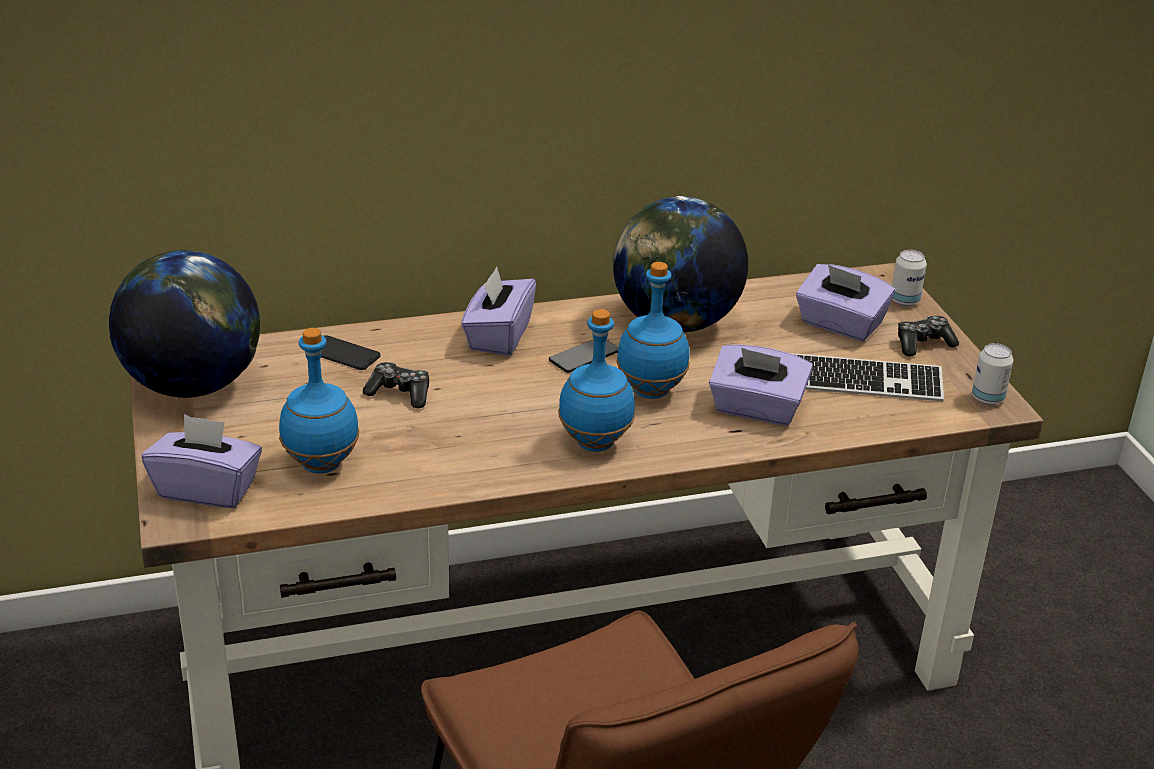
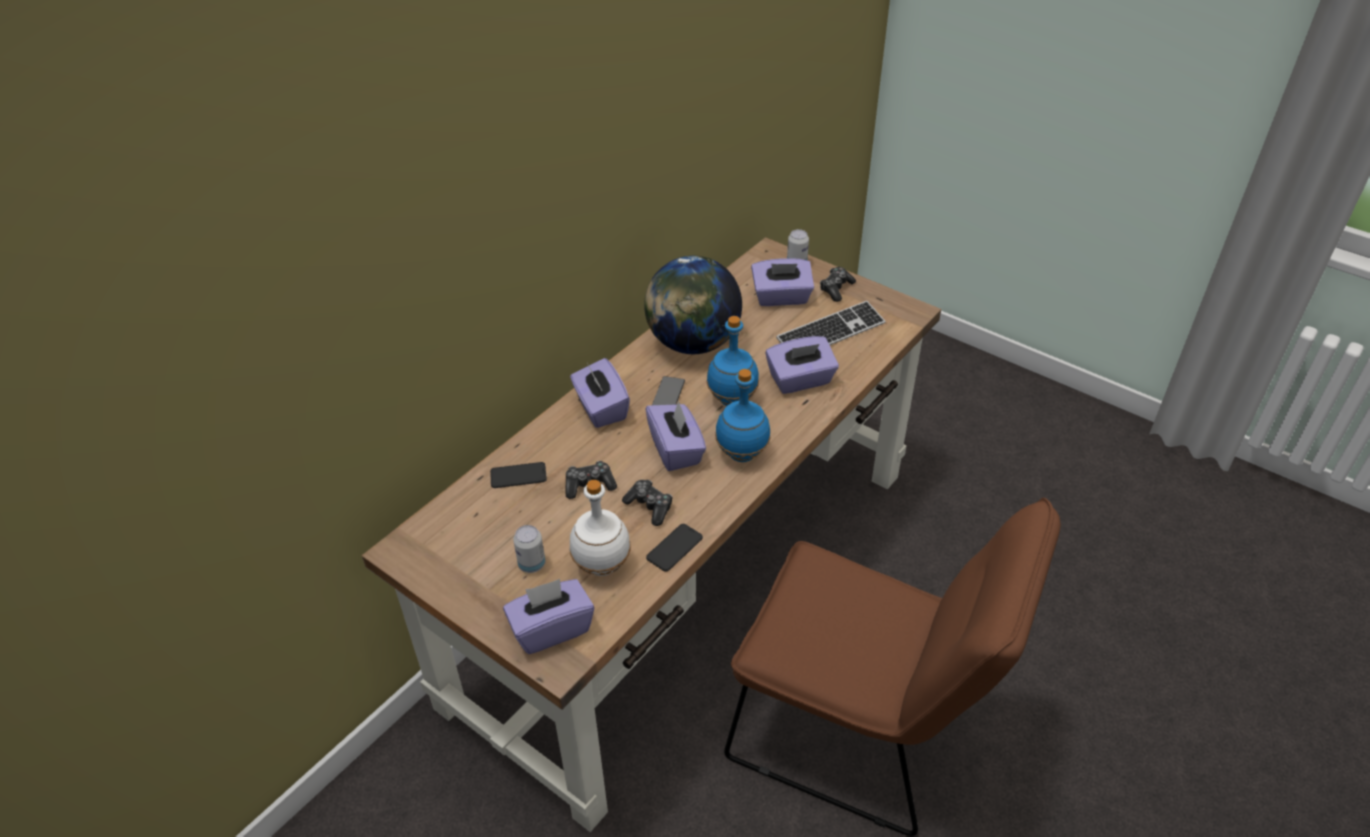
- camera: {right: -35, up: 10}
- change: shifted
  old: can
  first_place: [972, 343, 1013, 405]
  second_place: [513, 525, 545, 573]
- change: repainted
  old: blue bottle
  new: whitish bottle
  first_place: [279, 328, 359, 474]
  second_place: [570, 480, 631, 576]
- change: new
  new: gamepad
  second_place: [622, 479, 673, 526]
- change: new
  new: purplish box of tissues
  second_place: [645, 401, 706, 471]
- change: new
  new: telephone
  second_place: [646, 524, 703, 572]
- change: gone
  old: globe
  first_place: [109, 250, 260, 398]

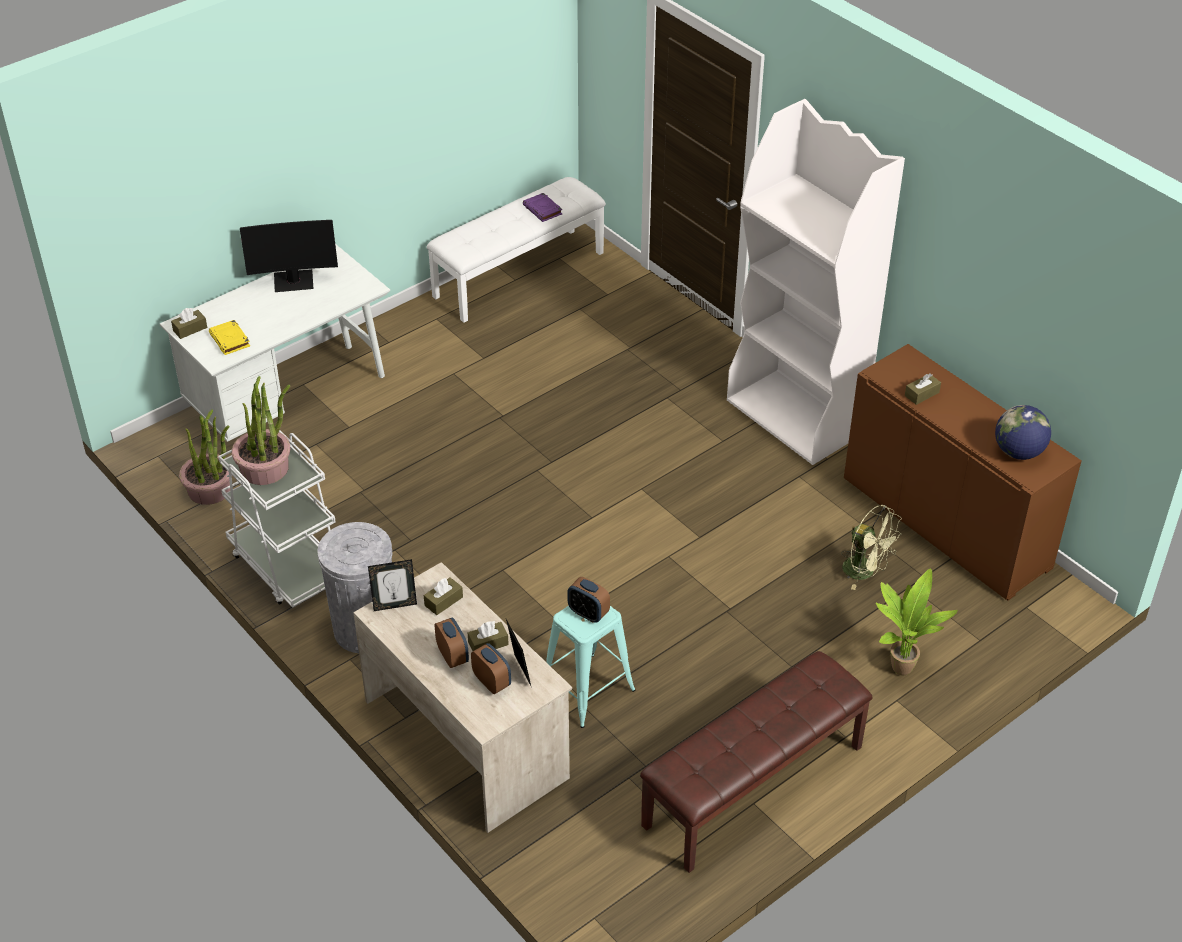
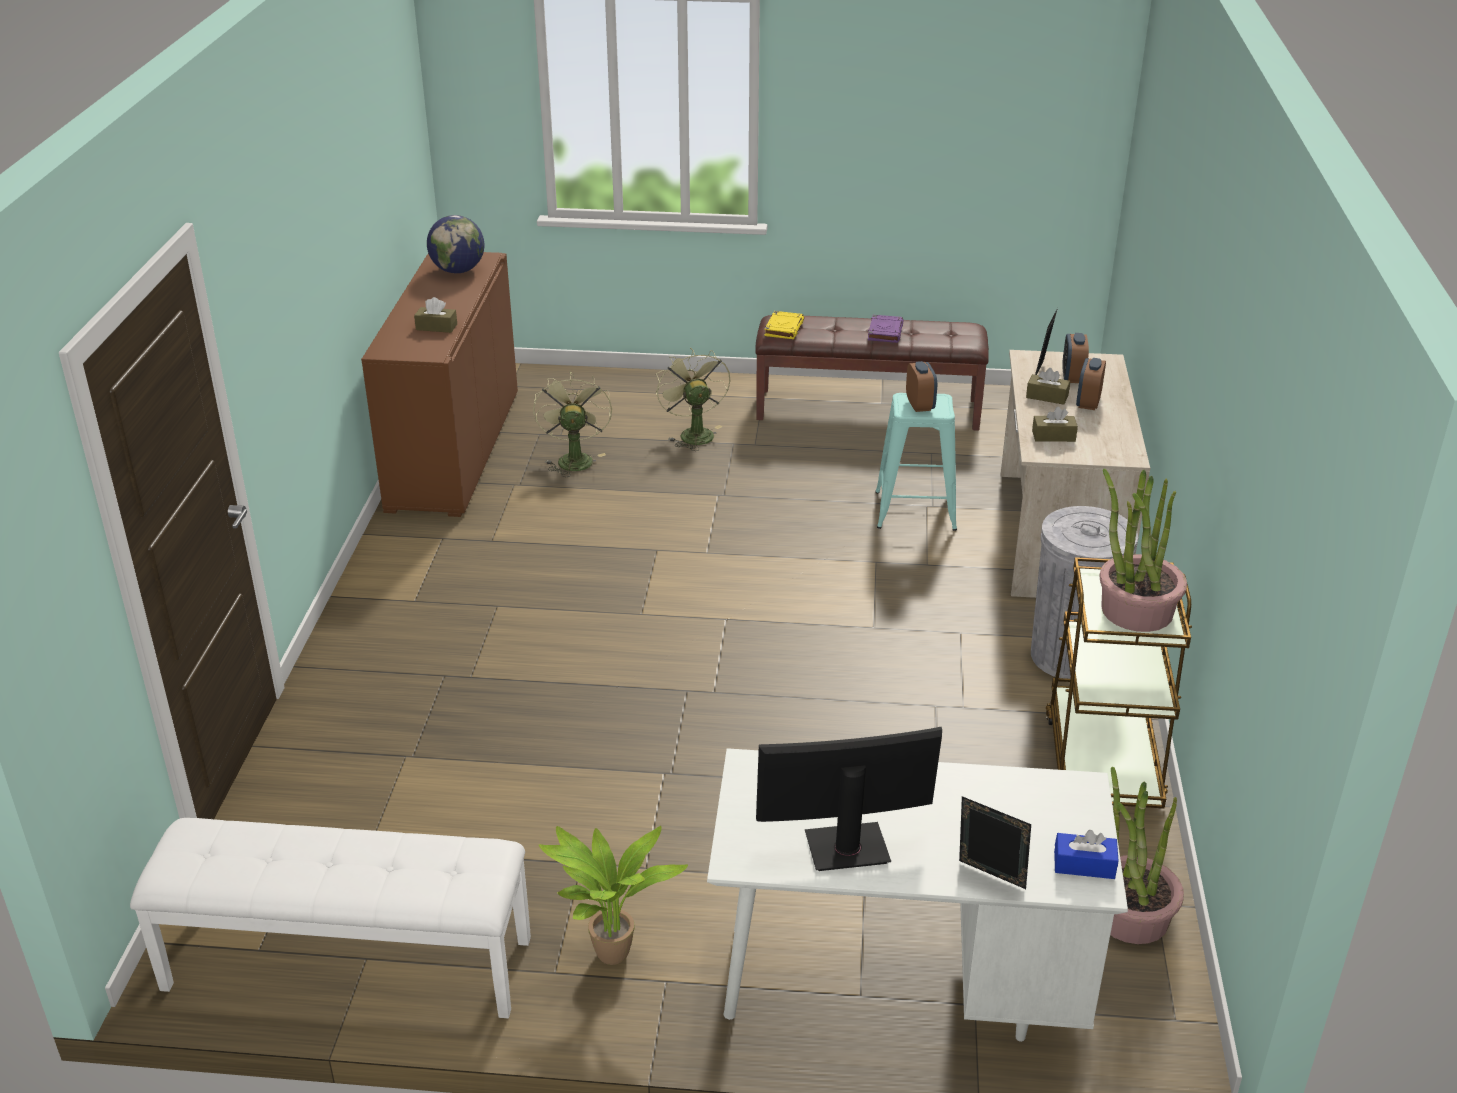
- camera: {right: -135, up: -10}
- change: shifted
  old: houseplant
  first_place: [876, 568, 958, 675]
  second_place: [539, 826, 688, 965]
- change: new
  new: green-coloured electric fan
  second_place: [656, 348, 730, 451]
- change: rotated
  old: monitor
  first_place: [240, 220, 338, 292]
  second_place: [756, 727, 942, 871]
  degrees: -45
- change: shifted
  old: yellow-coloured bound book
  first_place: [209, 320, 250, 355]
  second_place: [764, 311, 804, 339]
- change: shifted
  old: purplish bound book
  first_place: [523, 193, 562, 222]
  second_place: [868, 315, 904, 343]
- change: shifted
  old: standing frame
  first_place: [368, 559, 417, 611]
  second_place: [959, 796, 1031, 889]
- change: repainted
  old: whitish trolley
  new: brownish trolley
  first_place: [218, 430, 336, 608]
  second_place: [1046, 557, 1192, 809]
- change: repainted
  old: brownish box of tissues
  new: blue box of tissues
  first_place: [171, 308, 207, 339]
  second_place: [1054, 830, 1118, 879]
- change: gone
  old: whitish bookcase
  first_place: [727, 99, 905, 465]

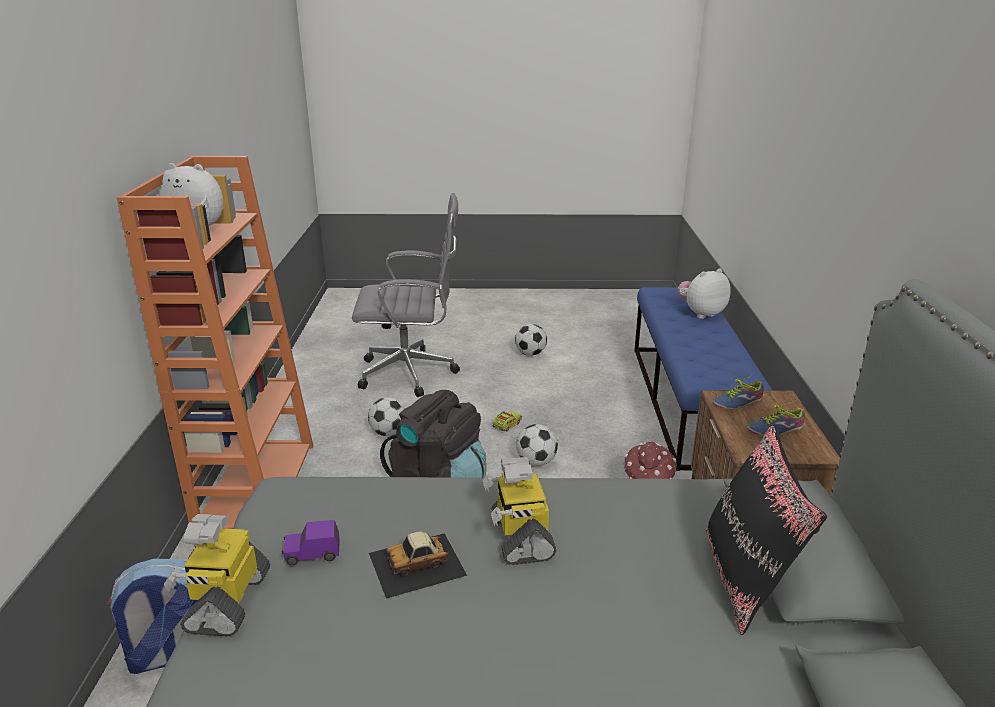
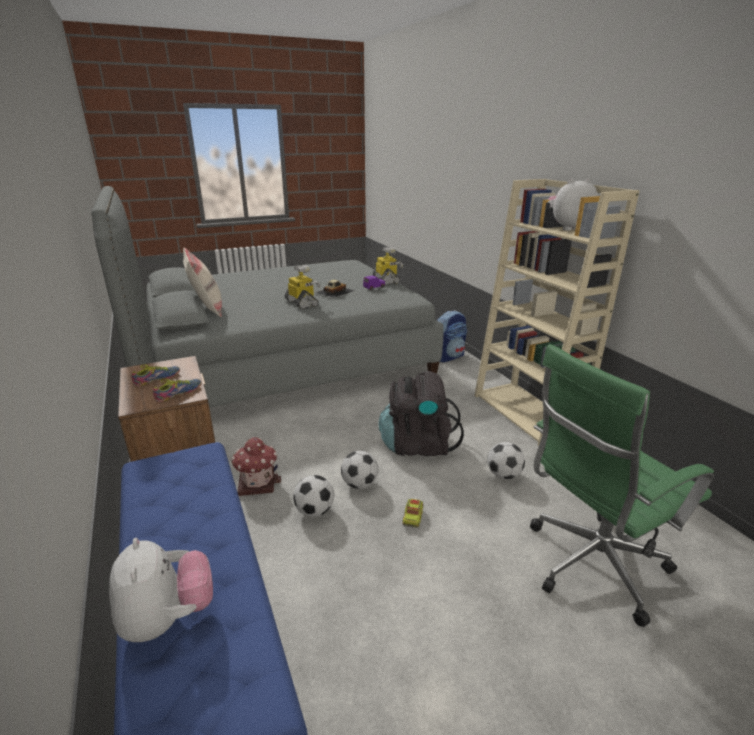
- camera: {right: 155, up: 0}
- change: rotated
  old: plush toy
  first_place: [678, 268, 731, 319]
  second_place: [109, 538, 213, 642]
  degrees: -60
- change: repainted
  old: black pillow
  new: beige-coloured pillow
  first_place: [706, 424, 827, 635]
  second_place: [183, 248, 222, 317]
- change: shifted
  old: football
  first_place: [515, 324, 547, 356]
  second_place: [293, 475, 334, 517]
- change: repainted
  old: orange bookcase
  new: beige-coloured bookcase
  first_place: [117, 156, 313, 529]
  second_place: [475, 179, 640, 446]
- change: repainted
  old: grey computer chair
  new: green-coloured computer chair
  first_place: [352, 193, 460, 397]
  second_place: [530, 344, 714, 627]

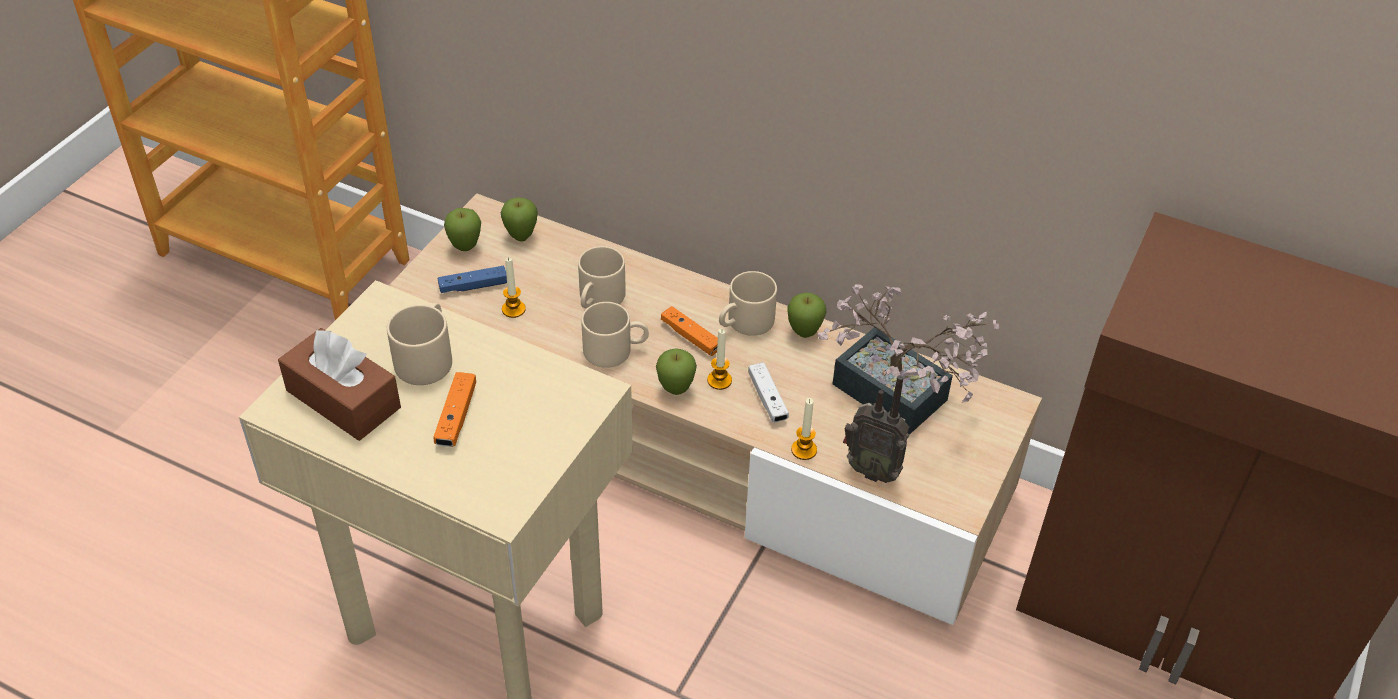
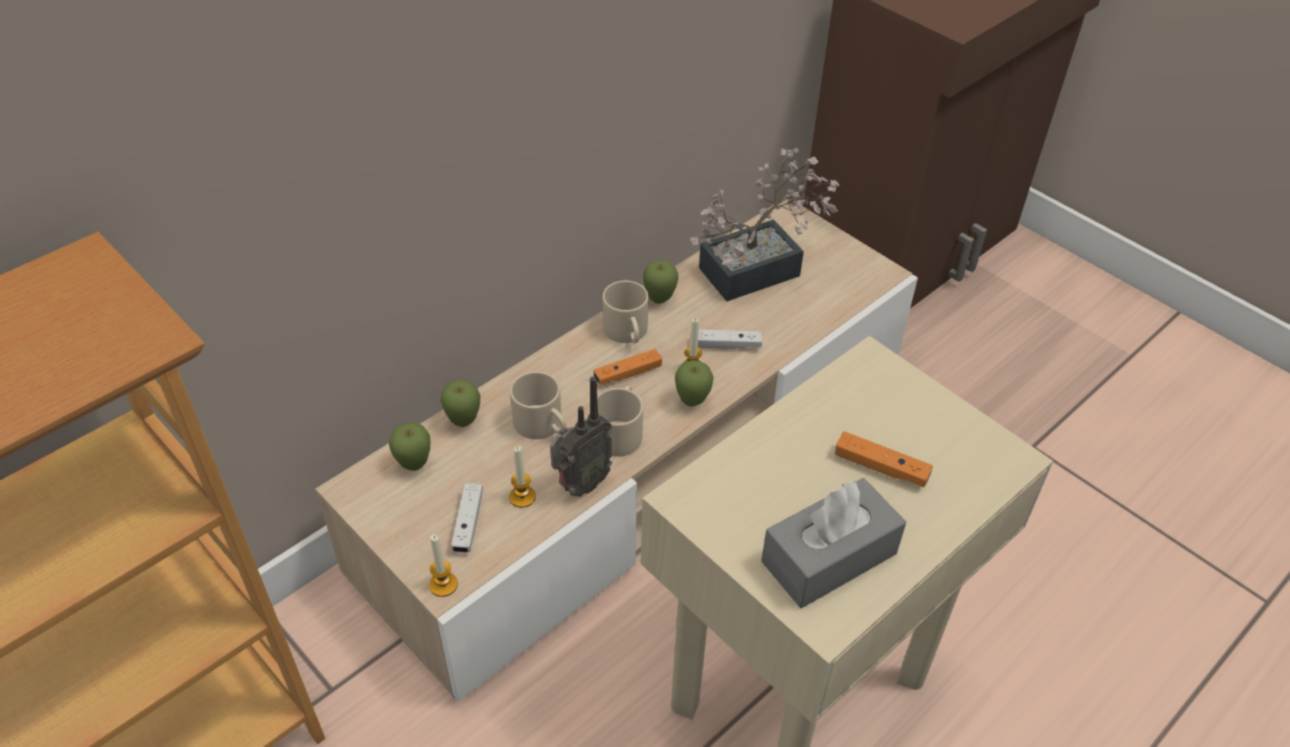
- camera: {right: -70, up: 0}
- change: shifted
  old: wax light
  first_place: [791, 398, 817, 460]
  second_place: [429, 534, 458, 597]
- change: shifted
  old: apple fruit
  first_place: [444, 208, 481, 251]
  second_place: [440, 380, 480, 427]
- change: repainted
  old: blue gamepad
  new: whitish gamepad
  first_place: [438, 266, 507, 293]
  second_place: [451, 483, 483, 553]
- change: shifted
  old: radio receiver
  first_place: [843, 375, 909, 483]
  second_place: [550, 377, 612, 497]
- change: repainted
  old: brownish box of tissues
  new: grey box of tissues
  first_place: [278, 328, 401, 441]
  second_place: [761, 478, 906, 608]
- change: gone
  old: beige-coloured tea mug
  first_place: [387, 303, 452, 385]

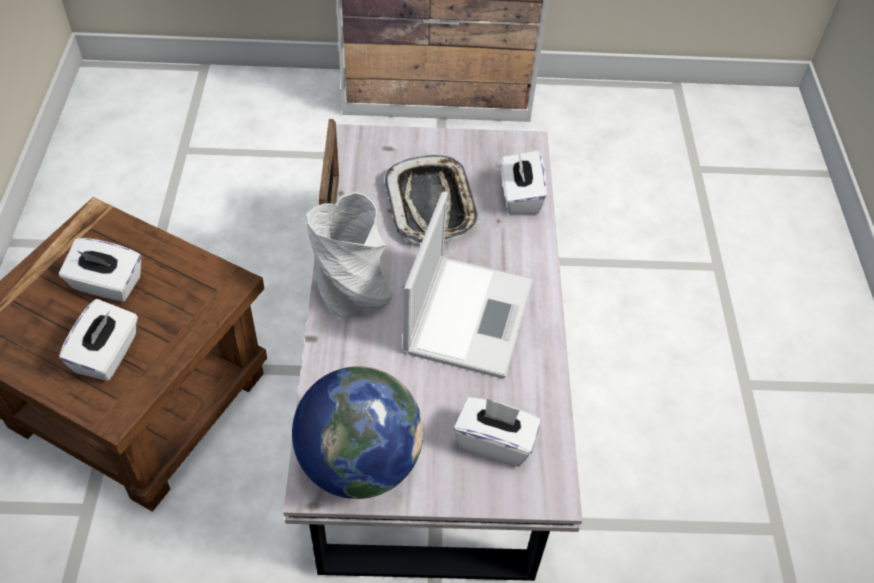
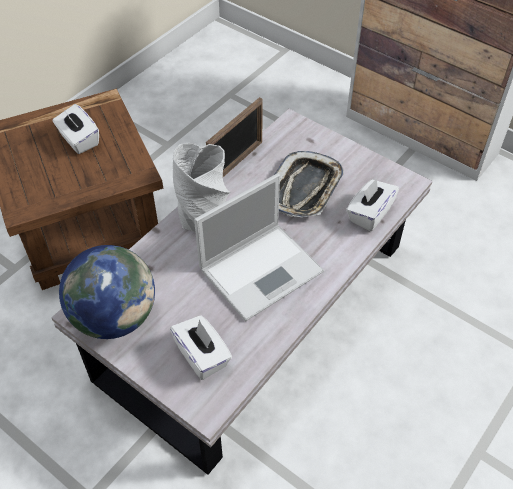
- camera: {right: 40, up: 0}
- change: gone
  old: whitish box of tissues
  first_place: [59, 299, 138, 381]

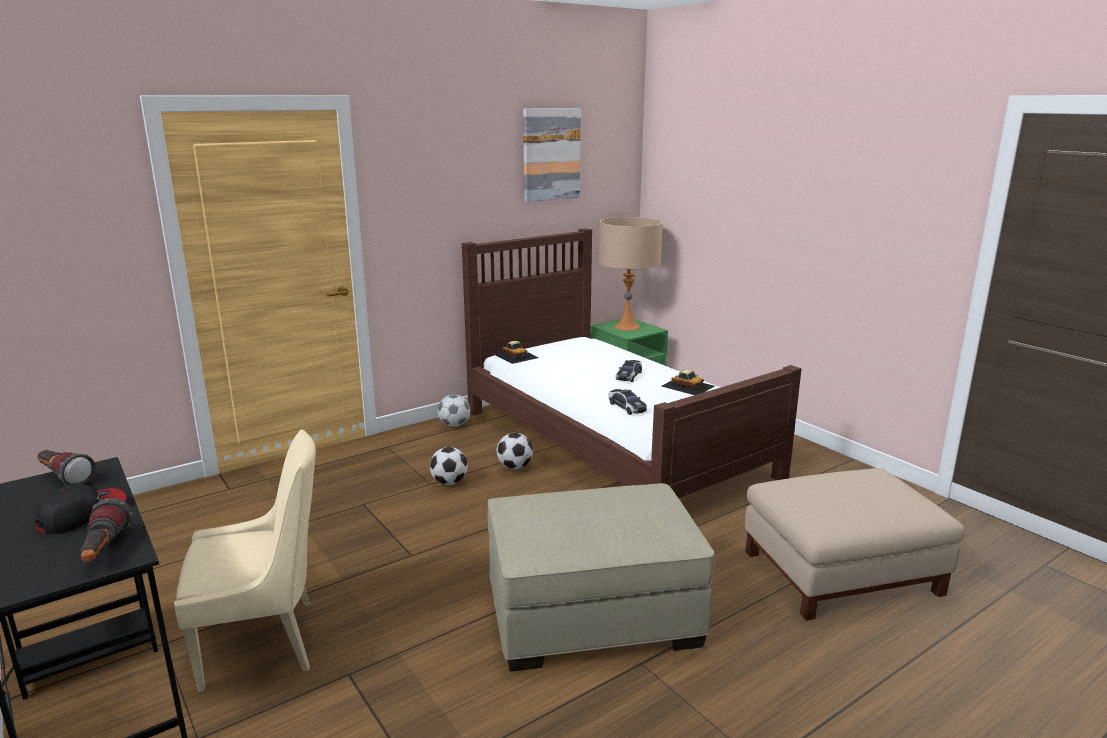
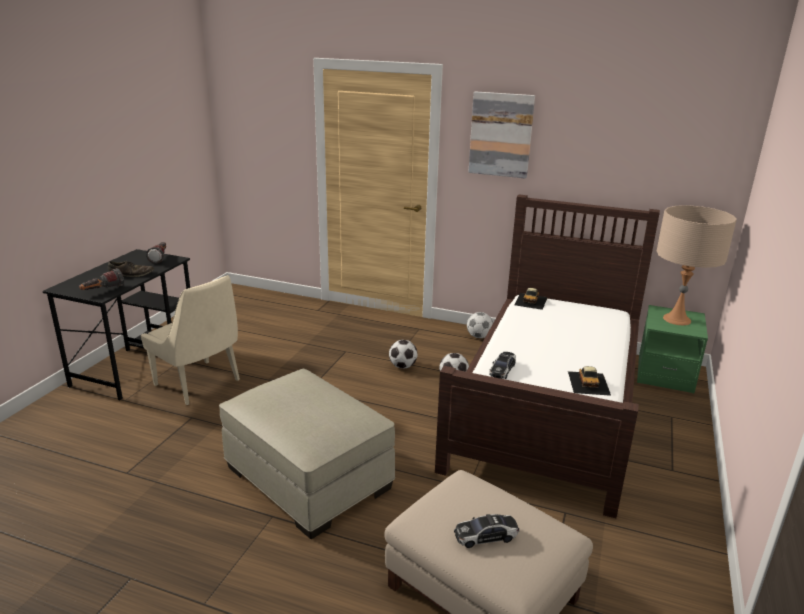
- camera: {right: 55, up: 5}
- change: swapped
  old: peaked cap
  new: brownish item of footwear
  first_place: [35, 484, 127, 534]
  second_place: [107, 261, 154, 277]
- change: shifted
  old: toy car
  first_place: [616, 360, 642, 382]
  second_place: [454, 514, 519, 548]
- change: shifted
  old: wall picture
  first_place: [523, 108, 581, 202]
  second_place: [469, 91, 535, 179]

